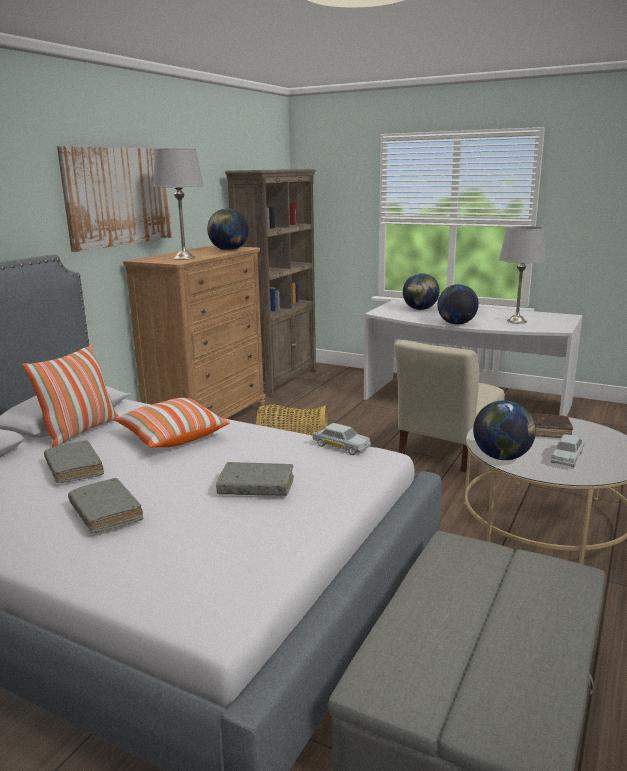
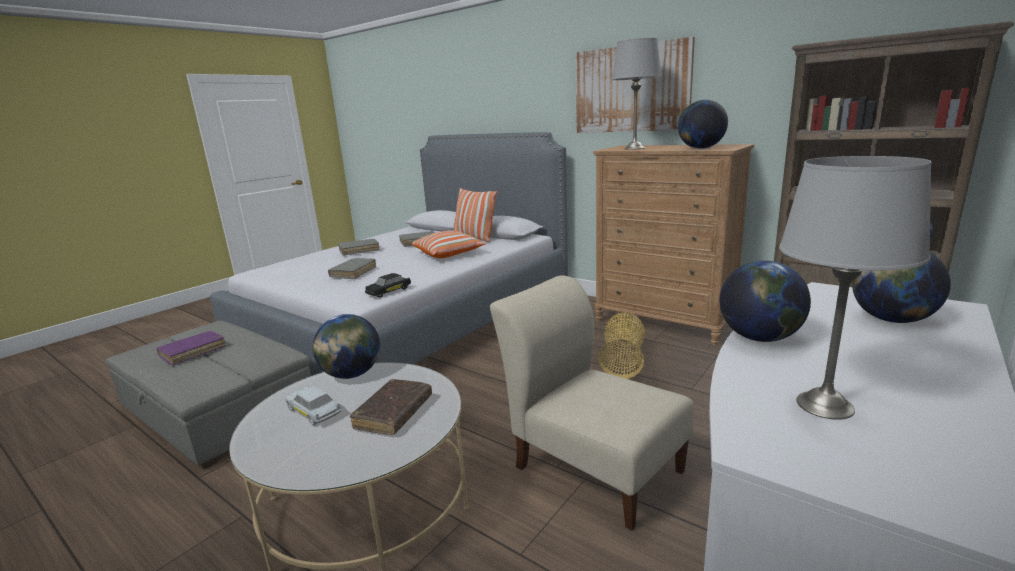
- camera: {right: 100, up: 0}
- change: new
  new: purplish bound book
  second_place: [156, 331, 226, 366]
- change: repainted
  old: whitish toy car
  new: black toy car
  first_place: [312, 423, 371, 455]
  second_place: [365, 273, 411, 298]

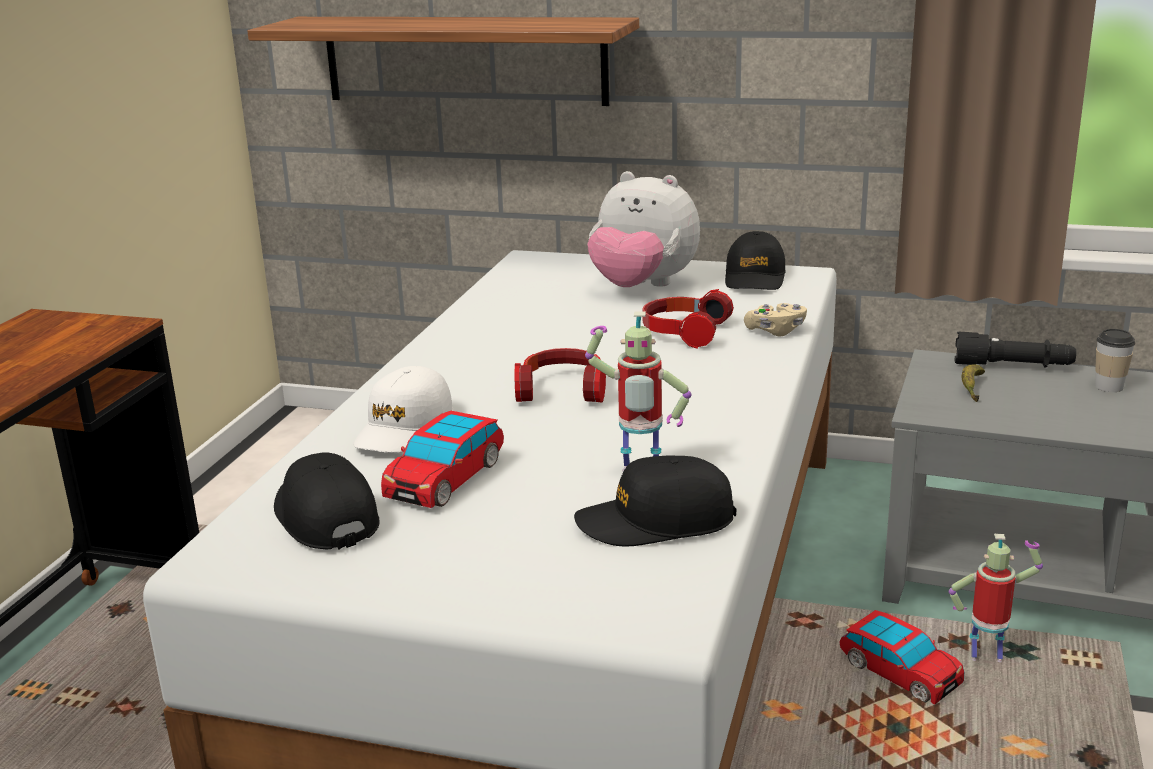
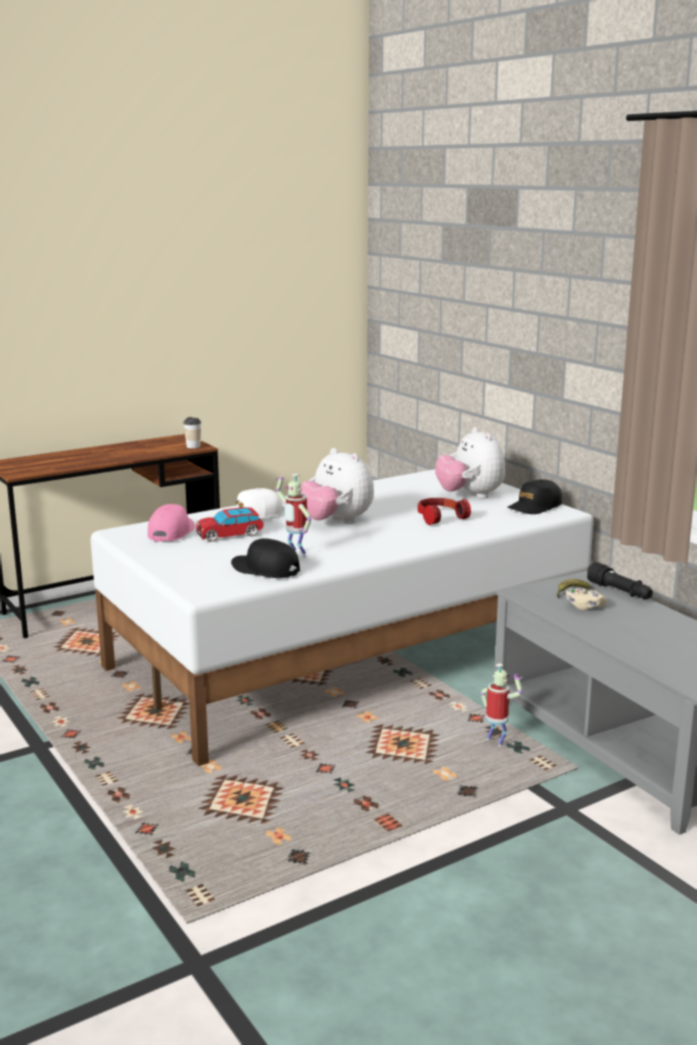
- camera: {right: 40, up: -5}
- change: repainted
  old: black peaked cap
  new: pink peaked cap
  first_place: [274, 453, 380, 550]
  second_place: [147, 504, 195, 542]
- change: shifted
  old: cup
  first_place: [1095, 329, 1136, 392]
  second_place: [183, 417, 201, 449]
- change: swapped
  old: pair of headphones
  new: plush toy
  first_place: [514, 348, 606, 403]
  second_place: [301, 448, 374, 524]
- change: shifted
  old: beige-coloured gamepad
  first_place: [744, 303, 807, 336]
  second_place: [566, 588, 607, 611]
- change: gone
  old: bracket shelf
  first_place: [247, 17, 639, 106]
- change: gone
  old: toy car
  first_place: [839, 610, 964, 704]

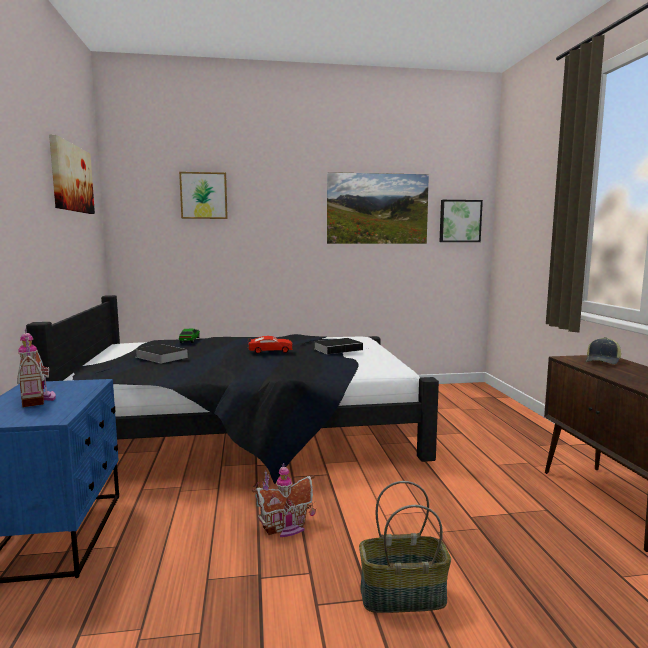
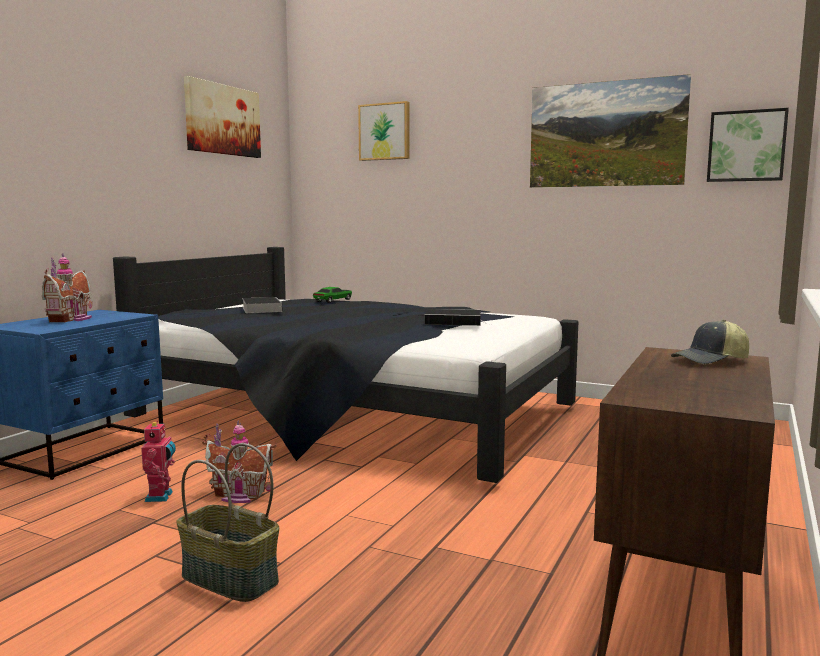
- camera: {right: 35, up: 0}
- change: new
  new: model robot
  second_place: [141, 421, 176, 502]
- change: gone
  old: reddish toy car
  first_place: [248, 336, 292, 354]

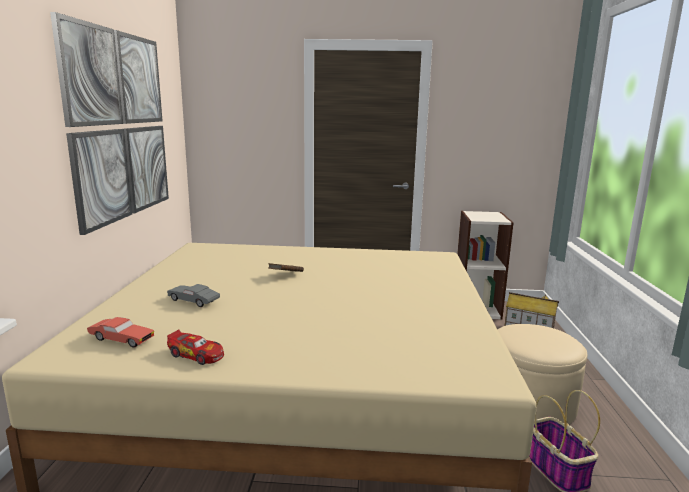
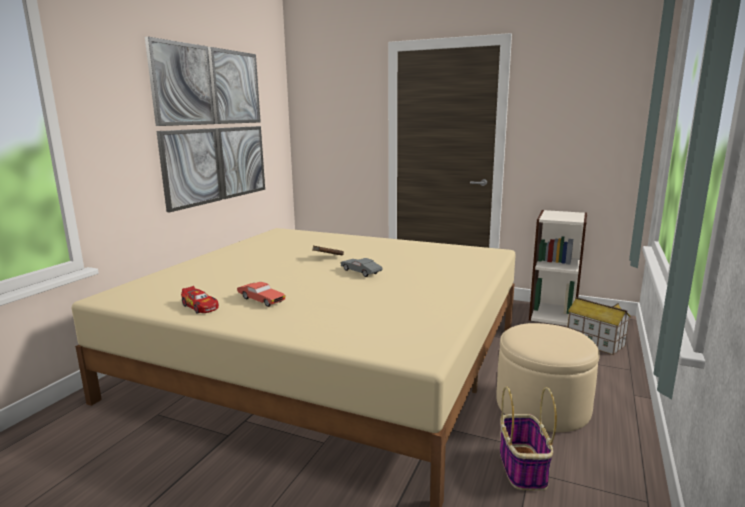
- camera: {right: 20, up: 0}
- change: shifted
  old: reddish toy car
  first_place: [87, 317, 154, 347]
  second_place: [237, 282, 285, 307]
- change: shifted
  old: grey toy car
  first_place: [167, 284, 220, 307]
  second_place: [341, 258, 383, 277]

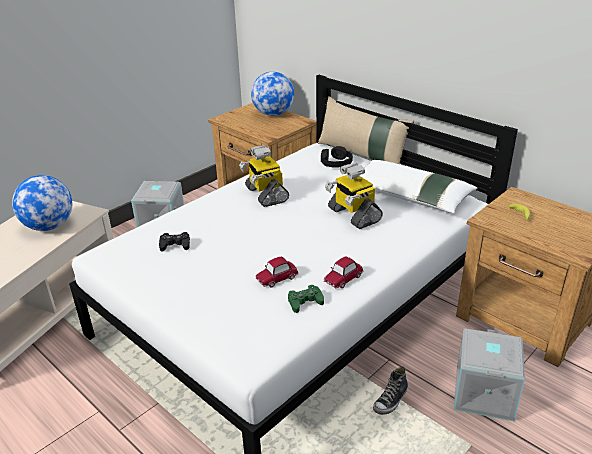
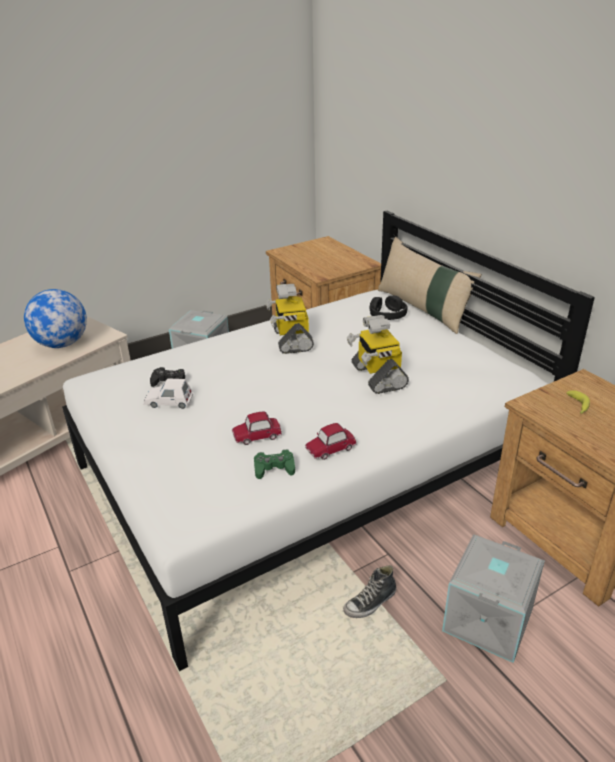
- camera: {right: 15, up: 0}
- change: new
  new: whitish toy car
  second_place: [143, 378, 193, 409]
- change: gone
  old: globe
  first_place: [251, 72, 294, 116]
- change: gone
  old: whitish pillow
  first_place: [359, 160, 477, 213]

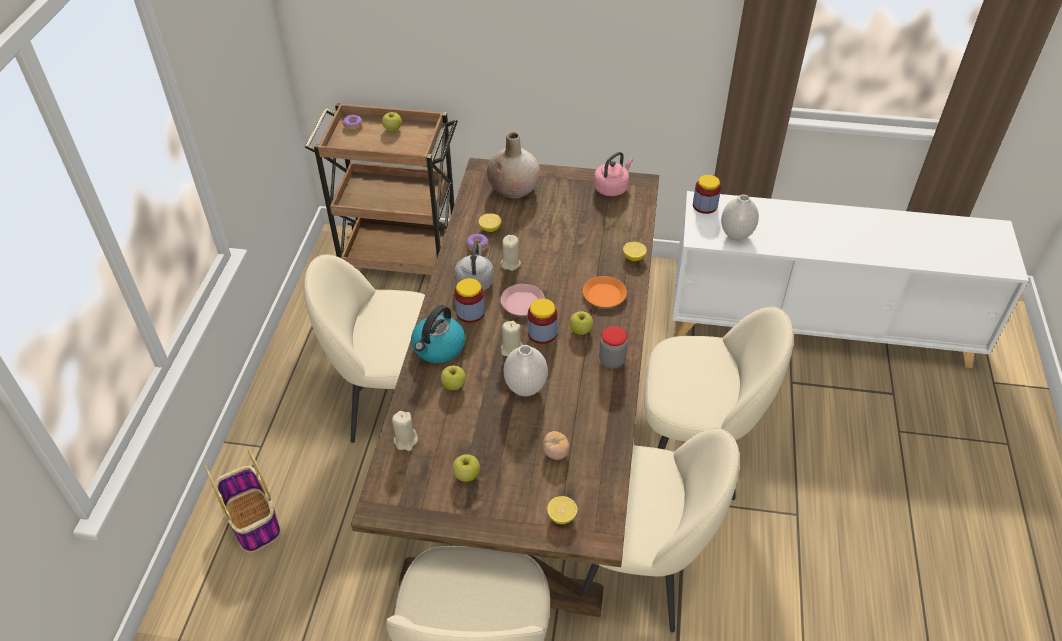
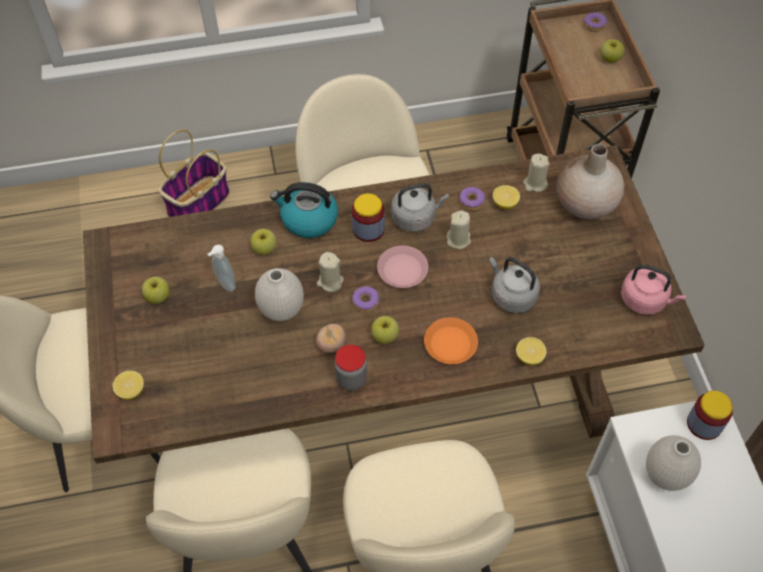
- camera: {right: 70, up: 10}
- change: new
  new: soap bottle
  second_place: [208, 245, 236, 292]
- change: shifted
  old: whole tomato
  first_place: [542, 431, 570, 460]
  second_place: [316, 324, 346, 353]
- change: swapped
  old: preserve jar
  new: ring doughnut
  first_place: [528, 299, 558, 344]
  second_place: [352, 286, 379, 312]
- change: new
  new: grey kettle
  second_place: [489, 257, 540, 313]
- change: shifted
  old: beige-coloured wax light
  first_place: [392, 411, 418, 451]
  second_place: [523, 154, 550, 192]

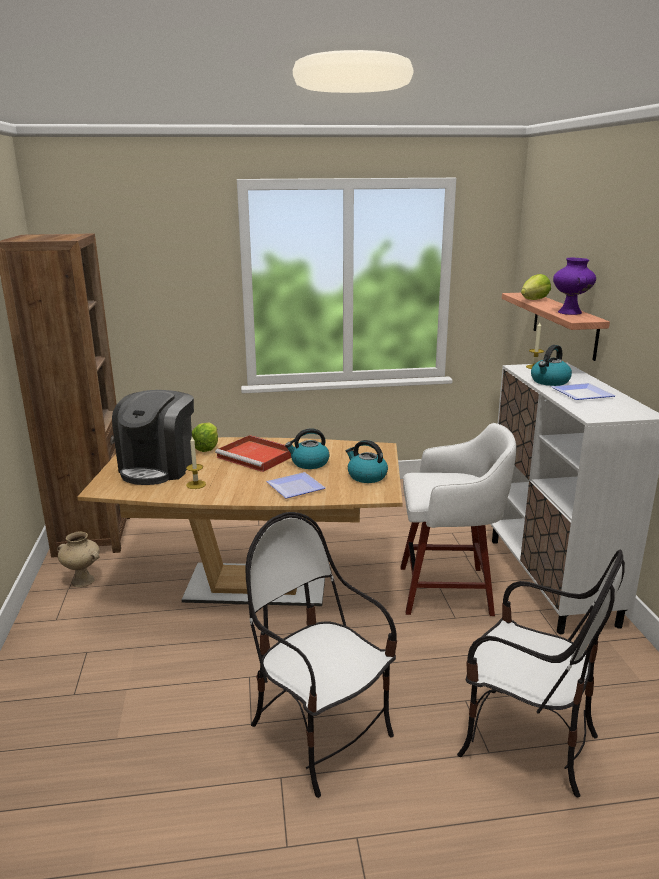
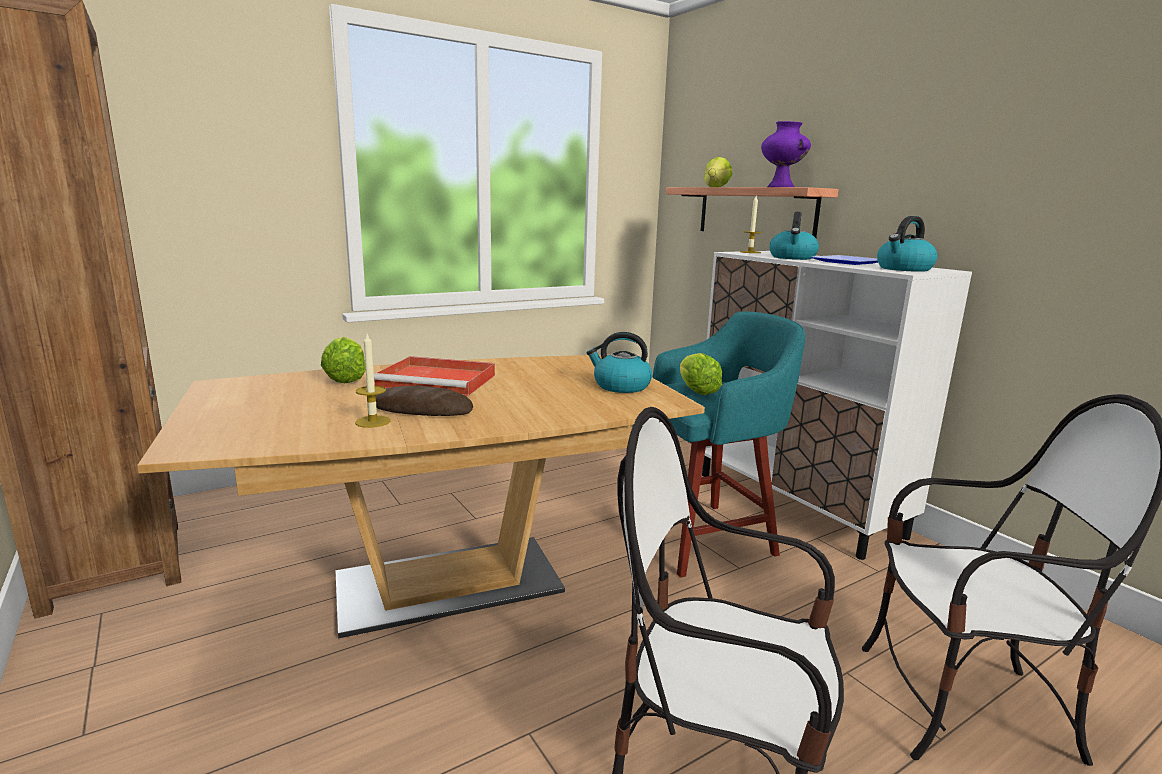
- camera: {right: -25, up: -5}
- change: new
  new: bread
  second_place: [376, 385, 473, 416]
- change: repainted
  old: whitish stool
  new: turquoise-coloured stool
  first_place: [400, 423, 516, 616]
  second_place: [652, 311, 805, 578]
- change: new
  new: head of lettuce
  second_place: [680, 353, 722, 395]
- change: shifted
  old: kettle
  first_place: [285, 428, 330, 469]
  second_place: [877, 216, 938, 272]
- change: gone
  old: beige-coloured flower vase
  first_place: [57, 531, 100, 587]
- change: gone
  old: coffee brewer
  first_place: [112, 390, 194, 485]
- change: gone
  old: plate
  first_place: [266, 472, 325, 498]

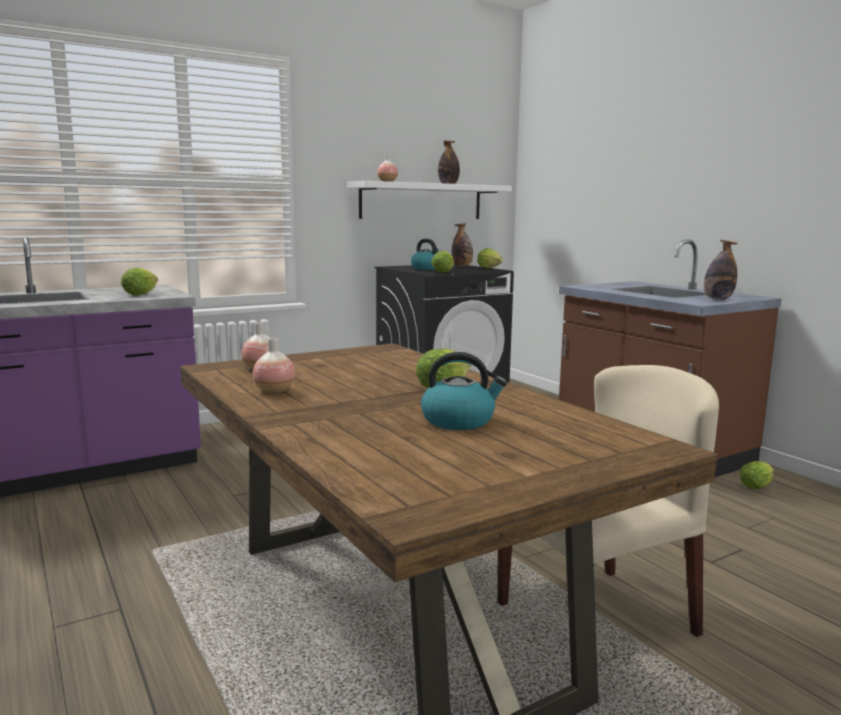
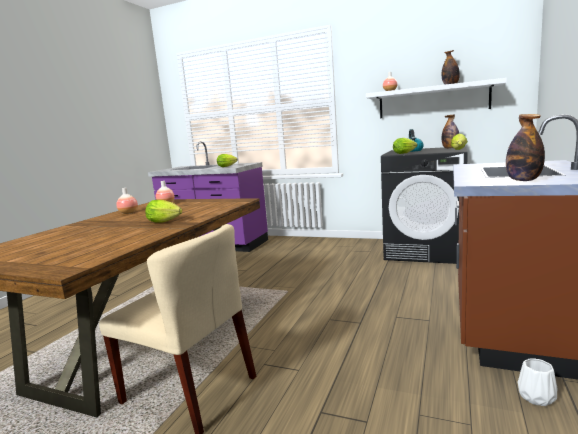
- camera: {right: 55, up: 0}
- change: swapped
  old: head of lettuce
  new: whitish flower vase
  first_place: [739, 461, 774, 489]
  second_place: [517, 358, 557, 406]
- change: gone
  old: kettle
  first_place: [421, 352, 507, 430]

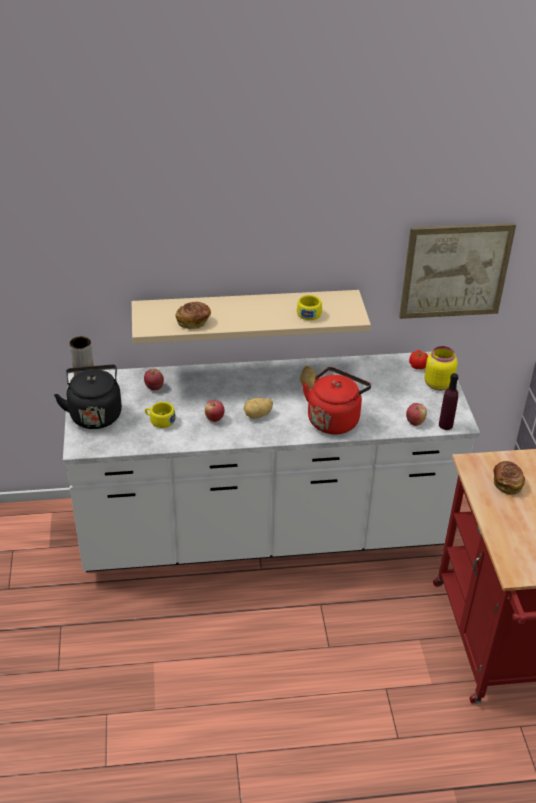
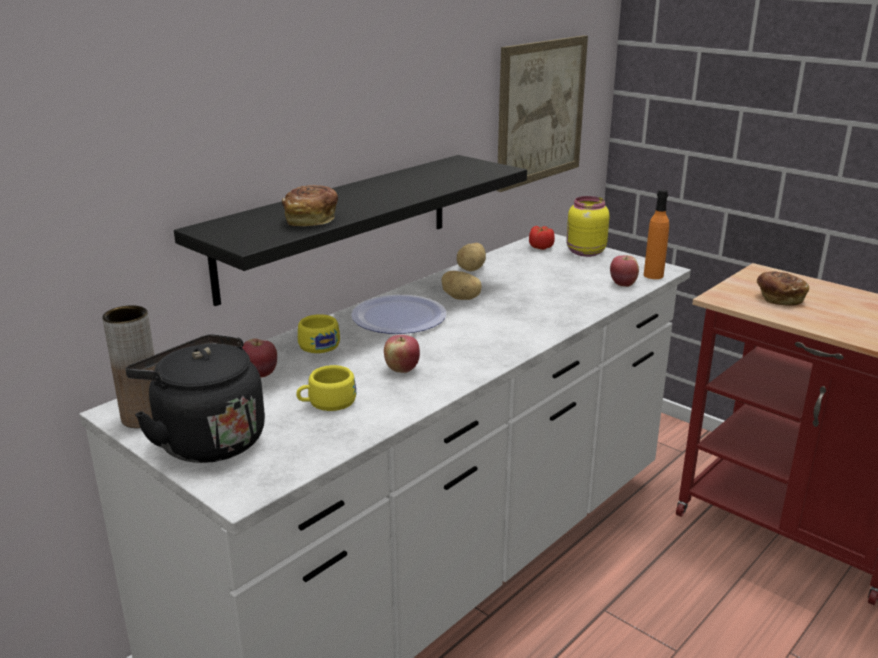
- camera: {right: -40, up: -15}
- change: repainted
  old: beige-coloured bracket shelf
  new: black bracket shelf
  first_place: [132, 290, 371, 344]
  second_place: [174, 155, 527, 306]
- change: shifted
  old: yellow-coloured cup
  first_place: [297, 295, 322, 320]
  second_place: [298, 314, 340, 353]
- change: new
  new: plate
  second_place: [351, 295, 447, 334]
- change: shifted
  old: potato
  first_place: [244, 398, 273, 419]
  second_place: [457, 243, 486, 271]
- change: repainted
  old: purplish bottle
  new: orange bottle
  first_place: [439, 373, 458, 430]
  second_place: [644, 189, 669, 279]
- change: gone
  old: reddish kettle
  first_place: [302, 367, 371, 434]

